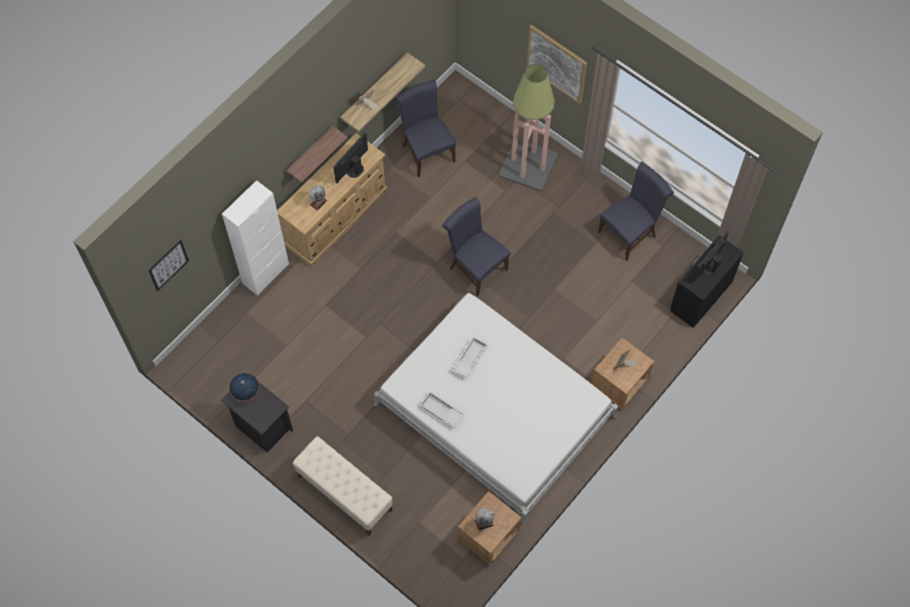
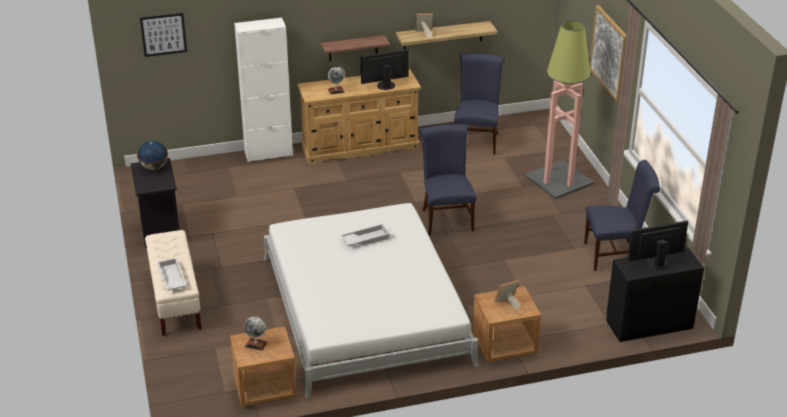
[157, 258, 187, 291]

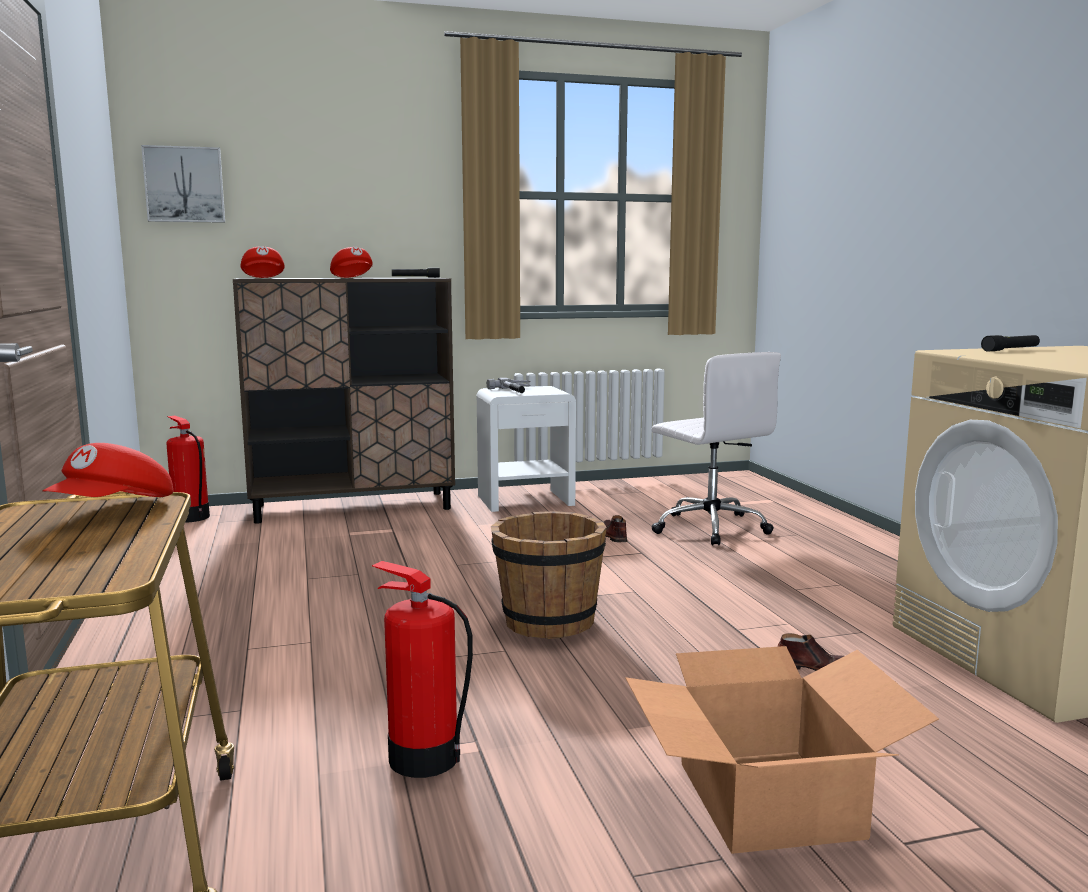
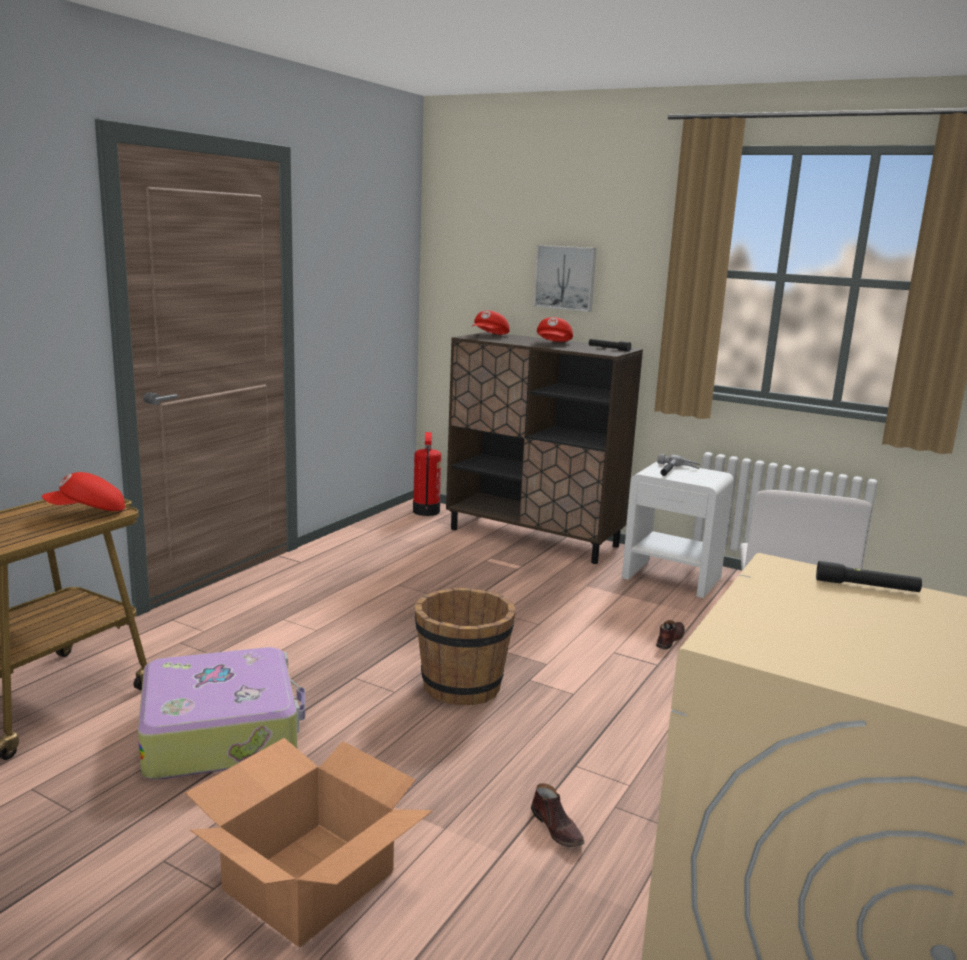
[534, 245, 597, 312]
[138, 647, 305, 780]

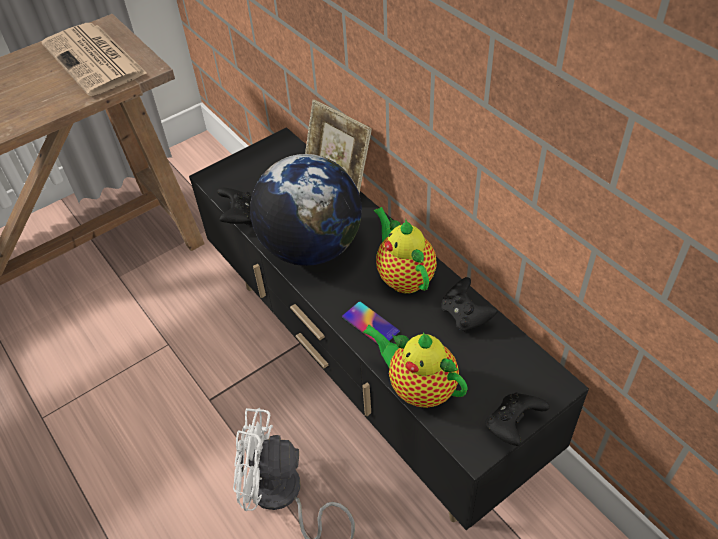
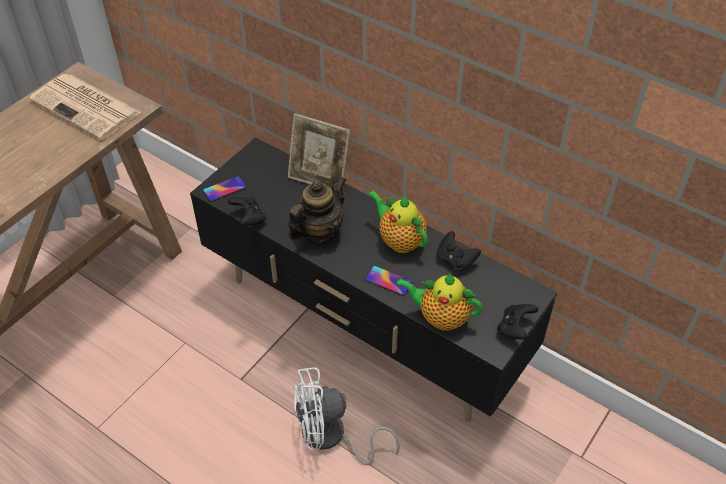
[288, 177, 347, 244]
[203, 176, 247, 202]

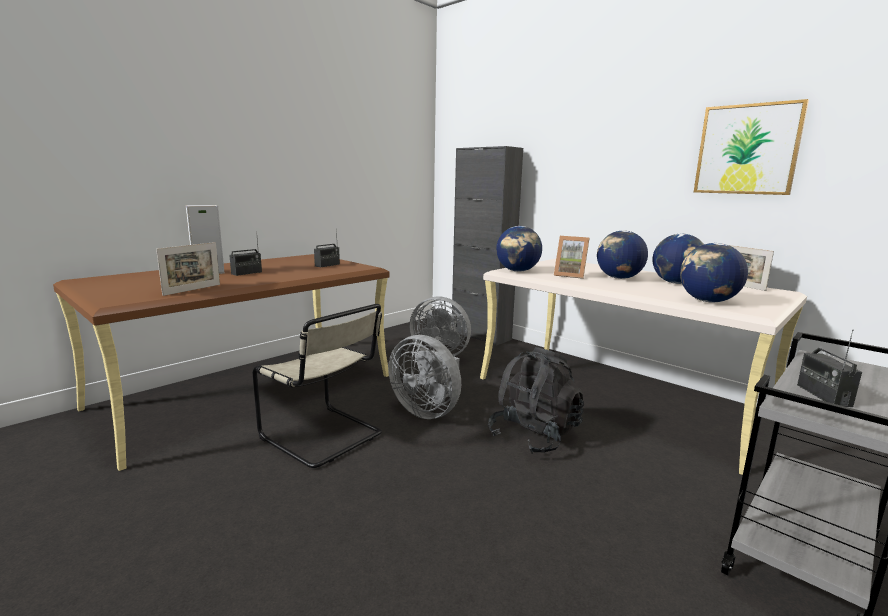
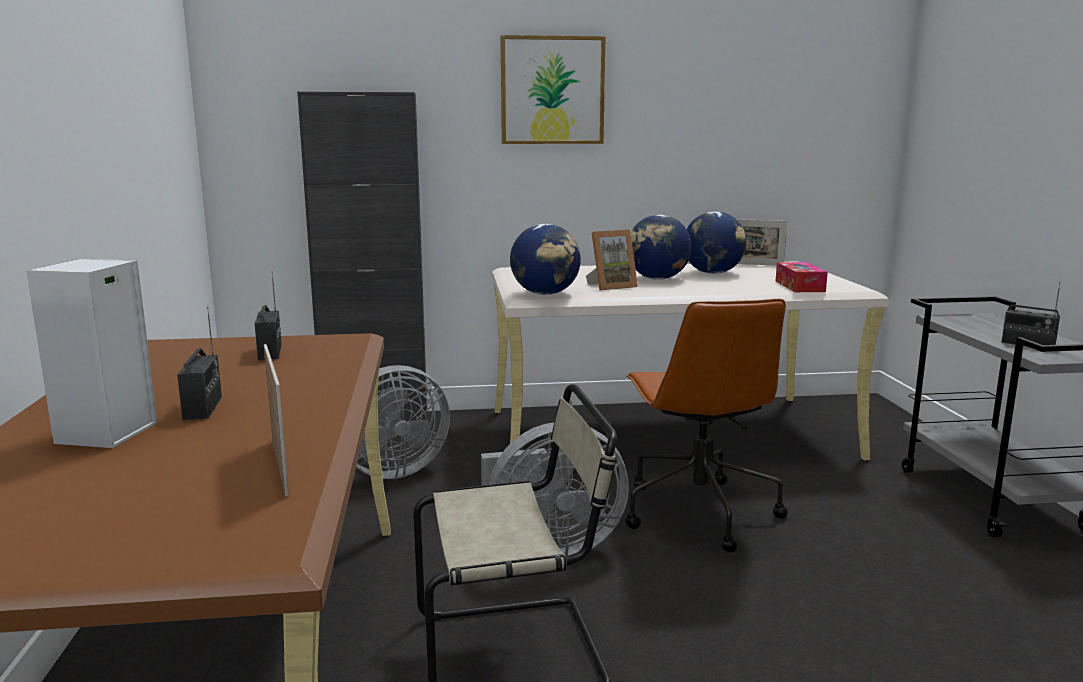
[501, 35, 606, 144]
[776, 262, 828, 292]
[625, 299, 788, 552]

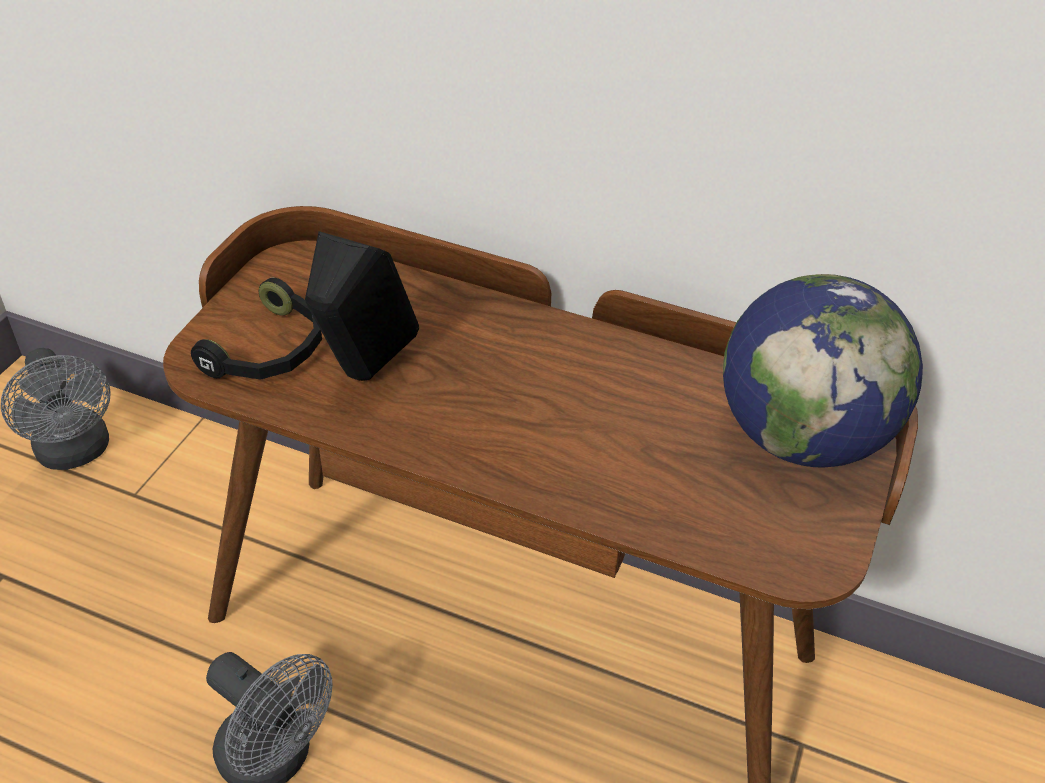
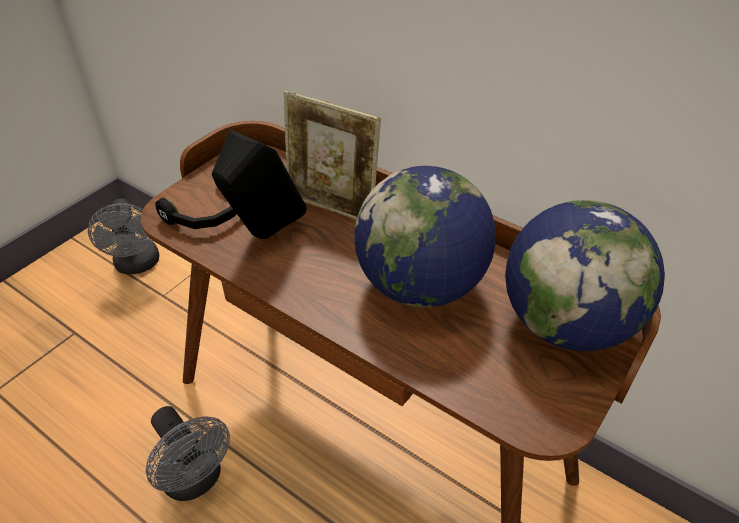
[284, 91, 381, 219]
[354, 166, 496, 307]

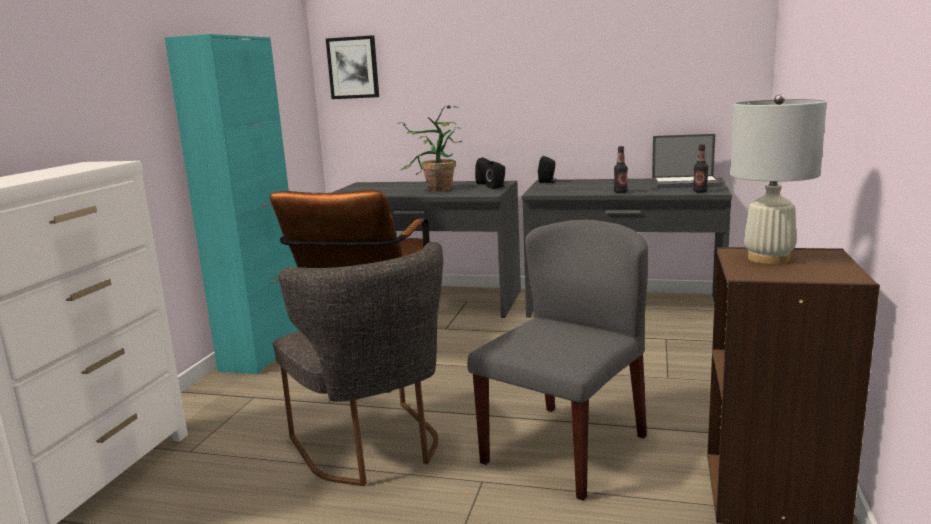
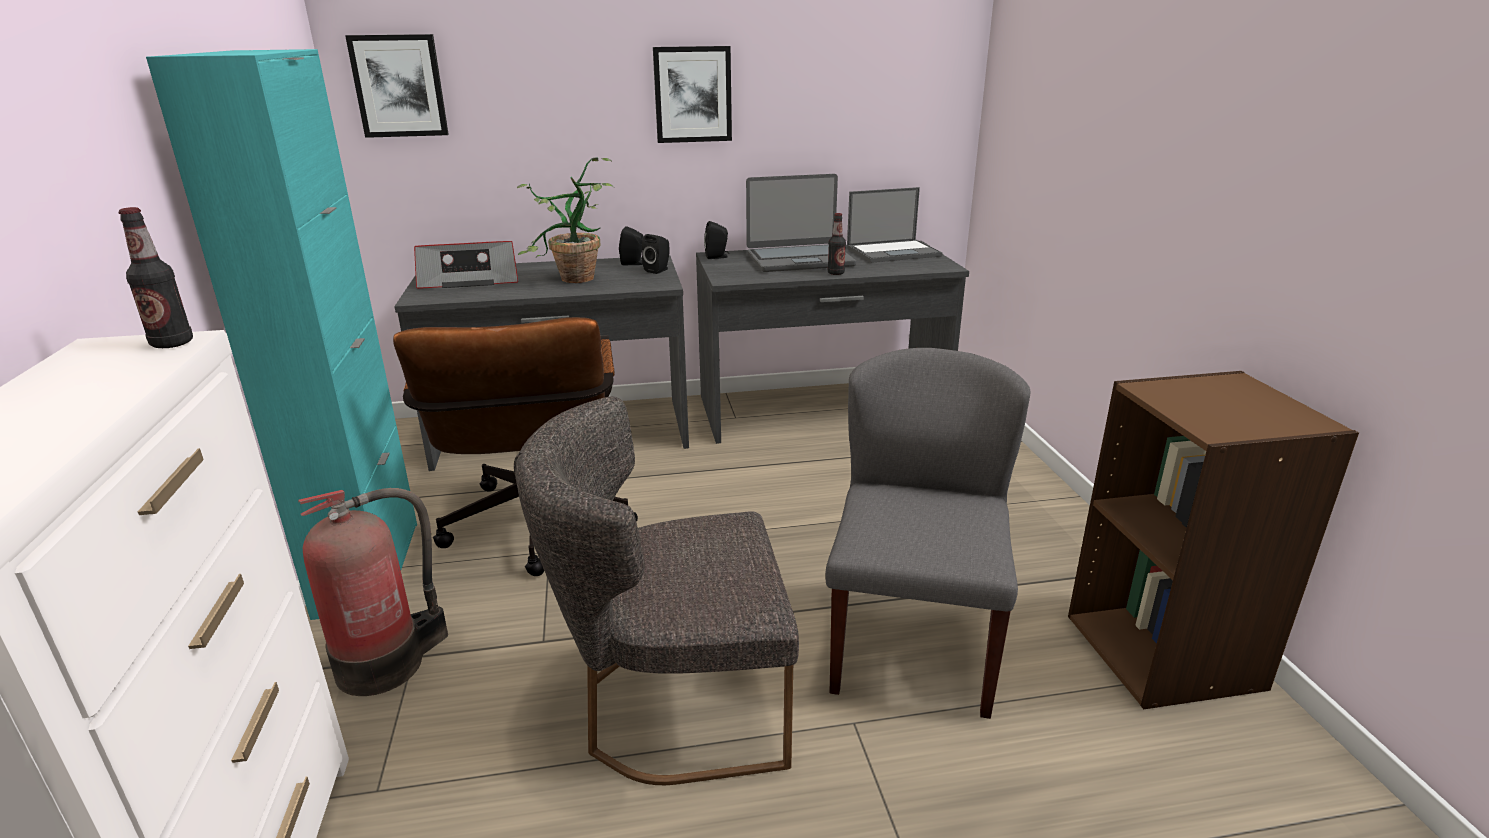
[730, 95, 827, 264] (first image)
[118, 207, 193, 348]
[514, 396, 799, 785]
[653, 46, 732, 143]
[746, 174, 856, 272]
[414, 241, 518, 289]
[298, 488, 448, 696]

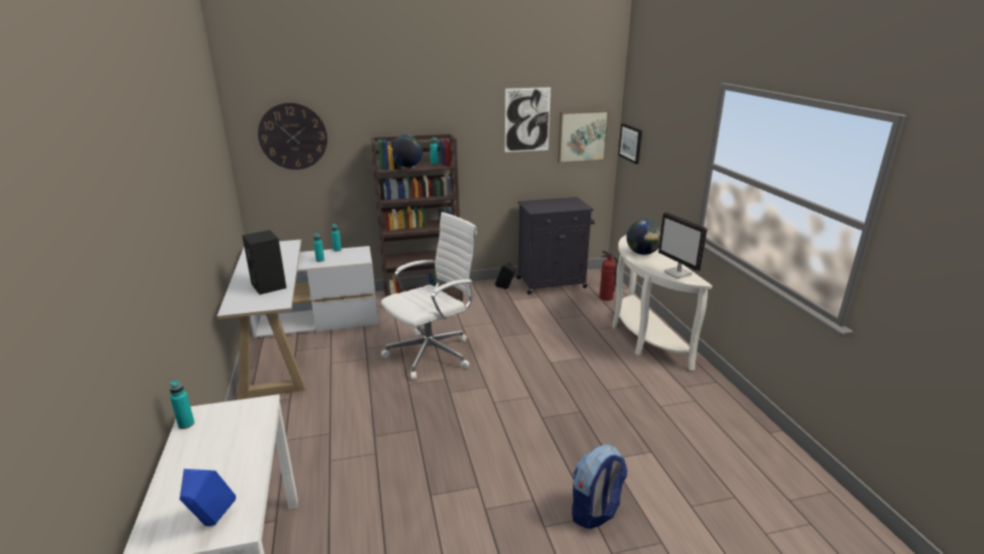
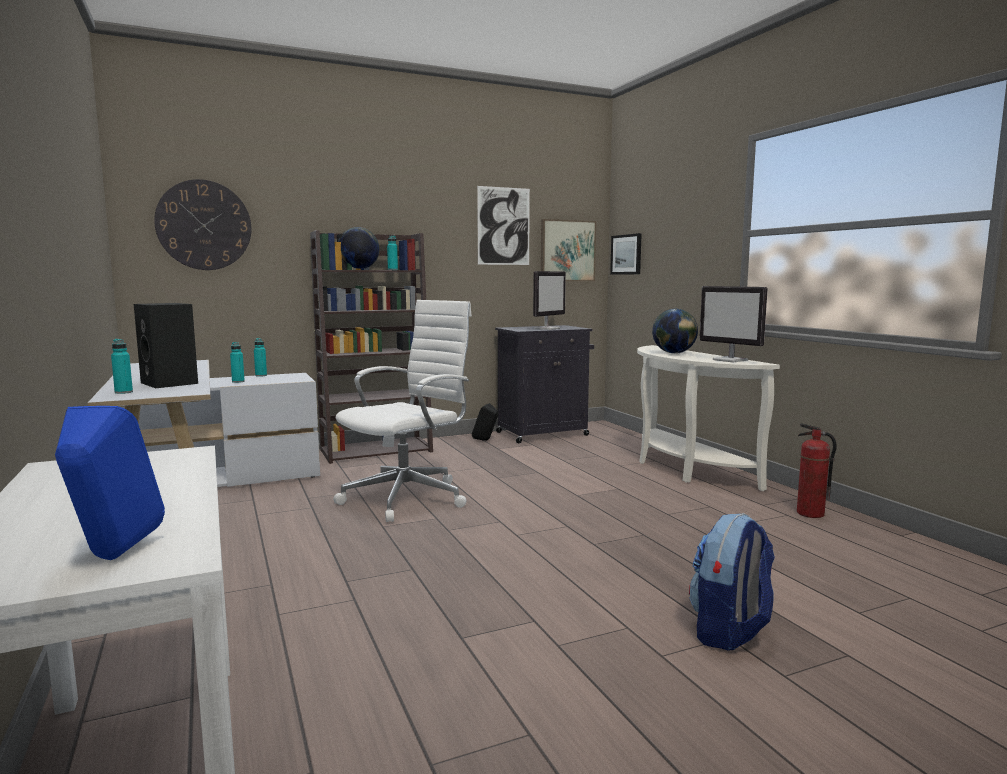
[797, 423, 836, 518]
[111, 339, 133, 394]
[533, 271, 566, 330]

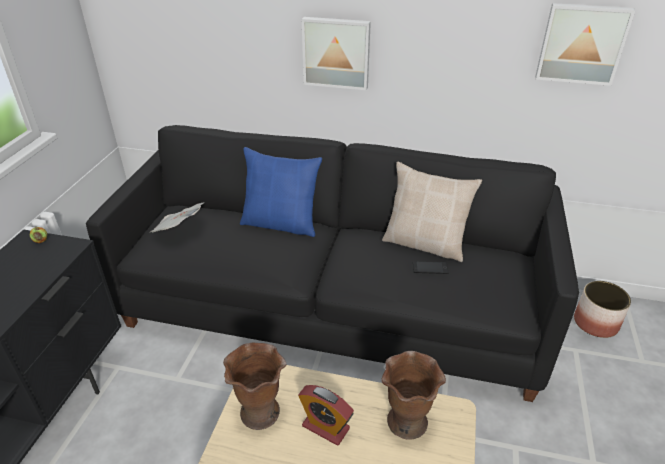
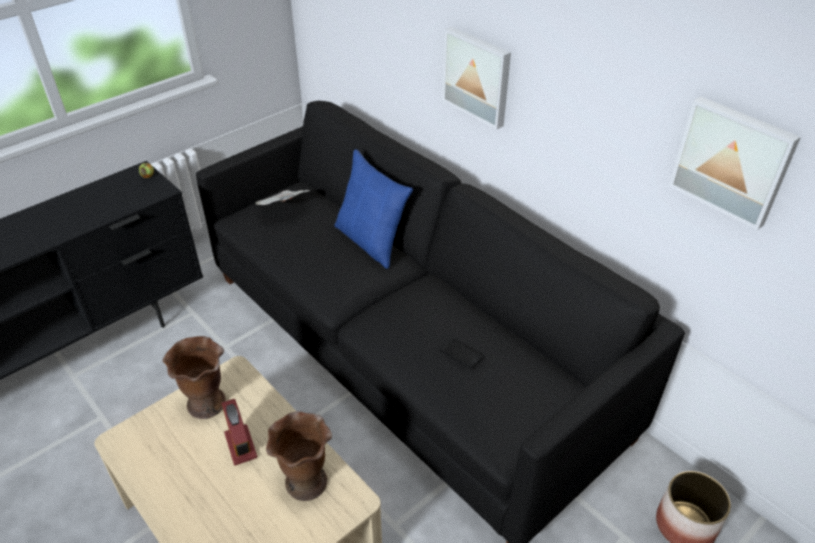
[382, 162, 482, 262] (first image)

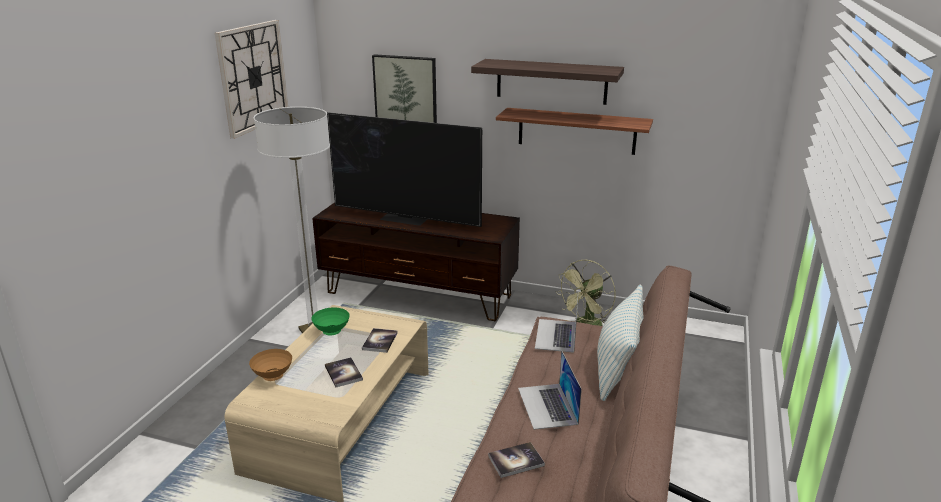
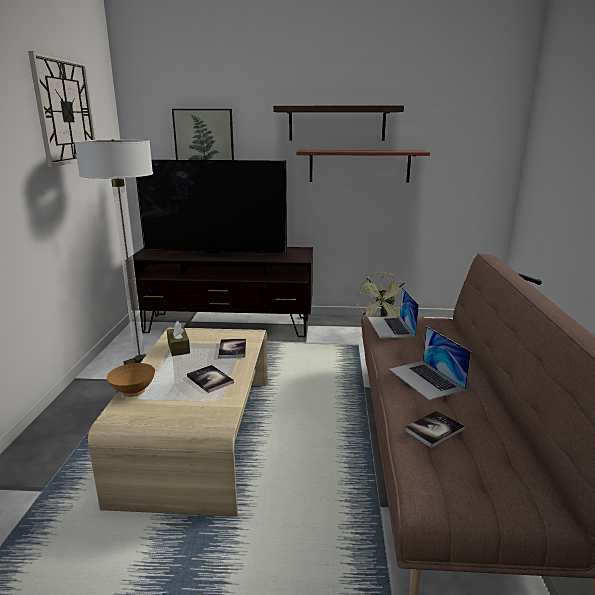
[597, 285, 644, 401] (first image)
[167, 321, 190, 356]

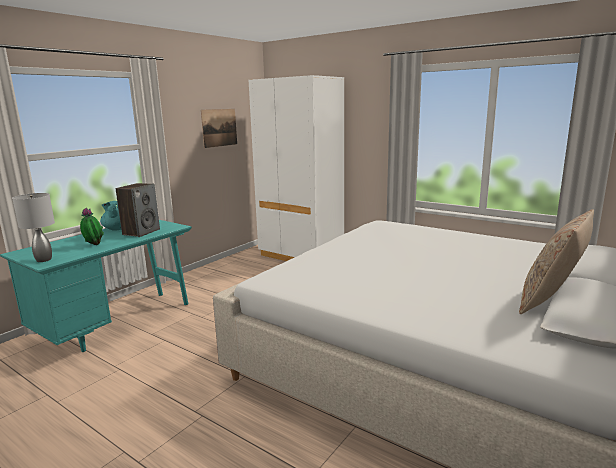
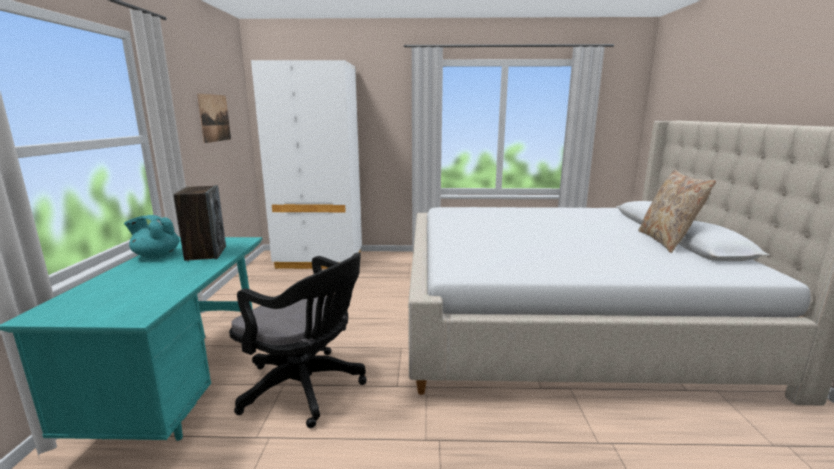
[12, 193, 55, 262] (first image)
[80, 208, 104, 245] (first image)
[229, 252, 367, 428]

